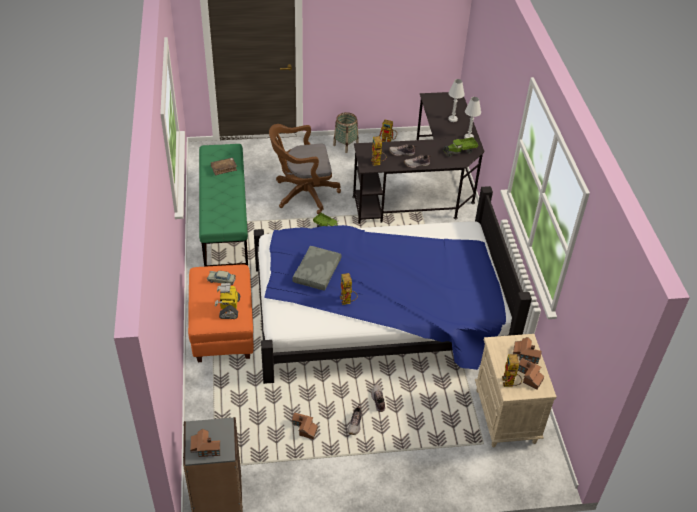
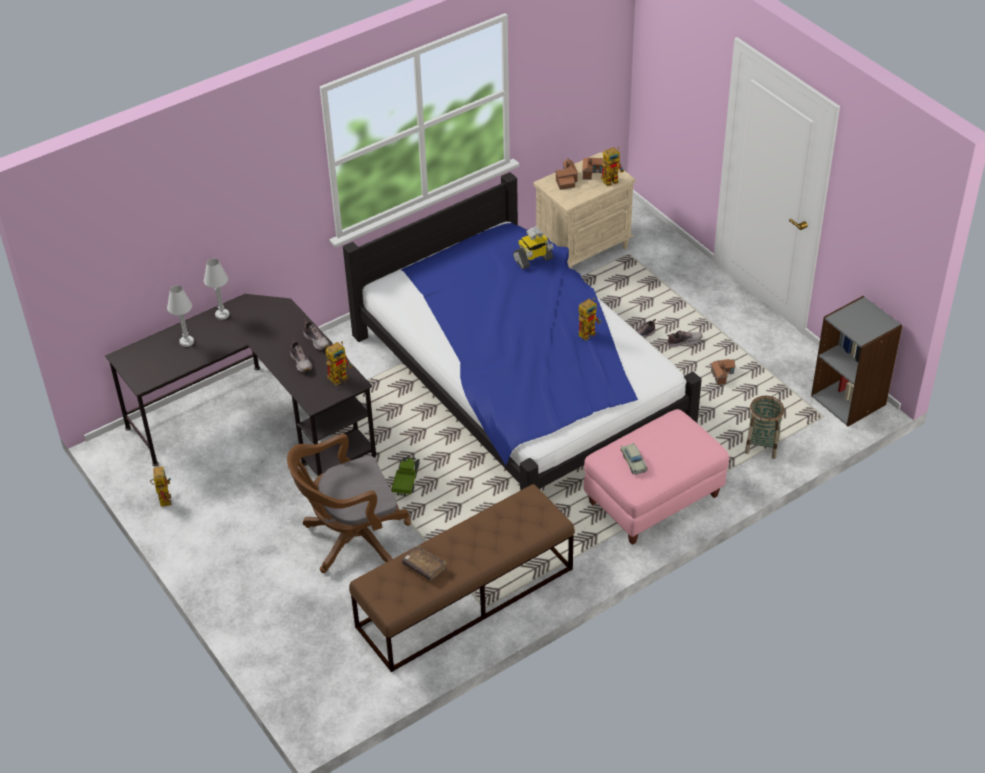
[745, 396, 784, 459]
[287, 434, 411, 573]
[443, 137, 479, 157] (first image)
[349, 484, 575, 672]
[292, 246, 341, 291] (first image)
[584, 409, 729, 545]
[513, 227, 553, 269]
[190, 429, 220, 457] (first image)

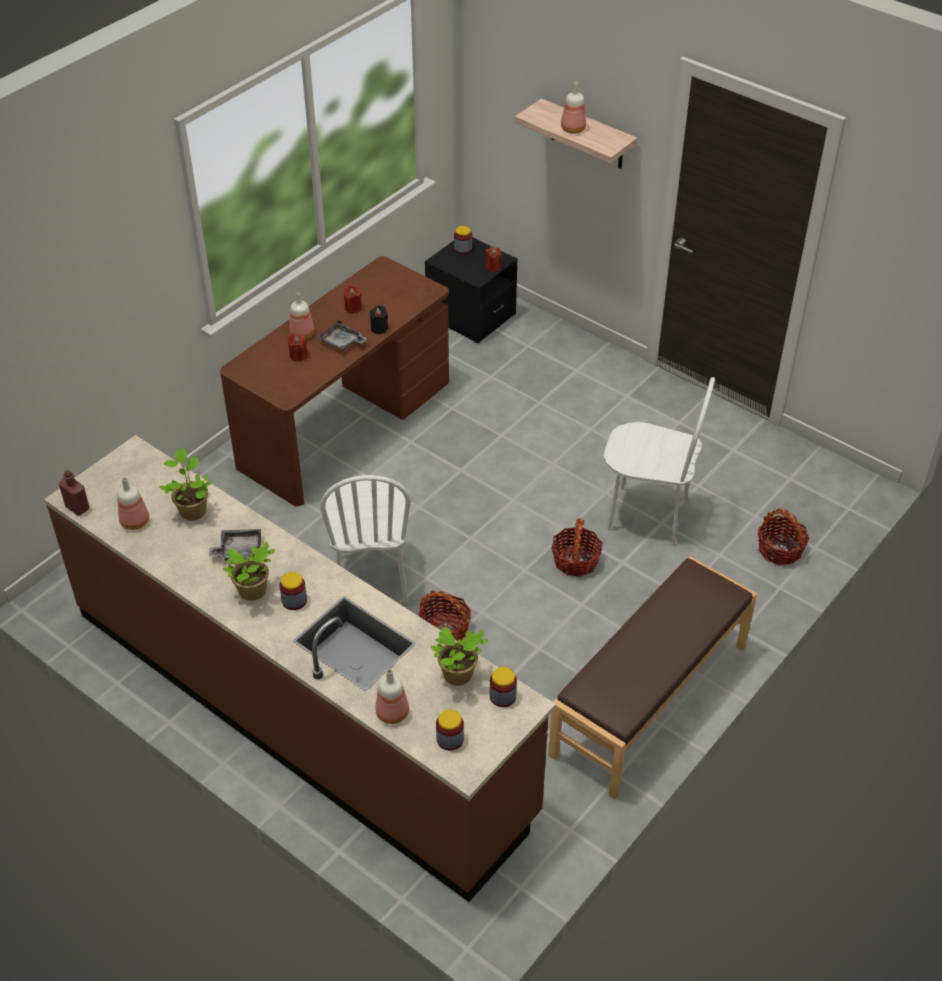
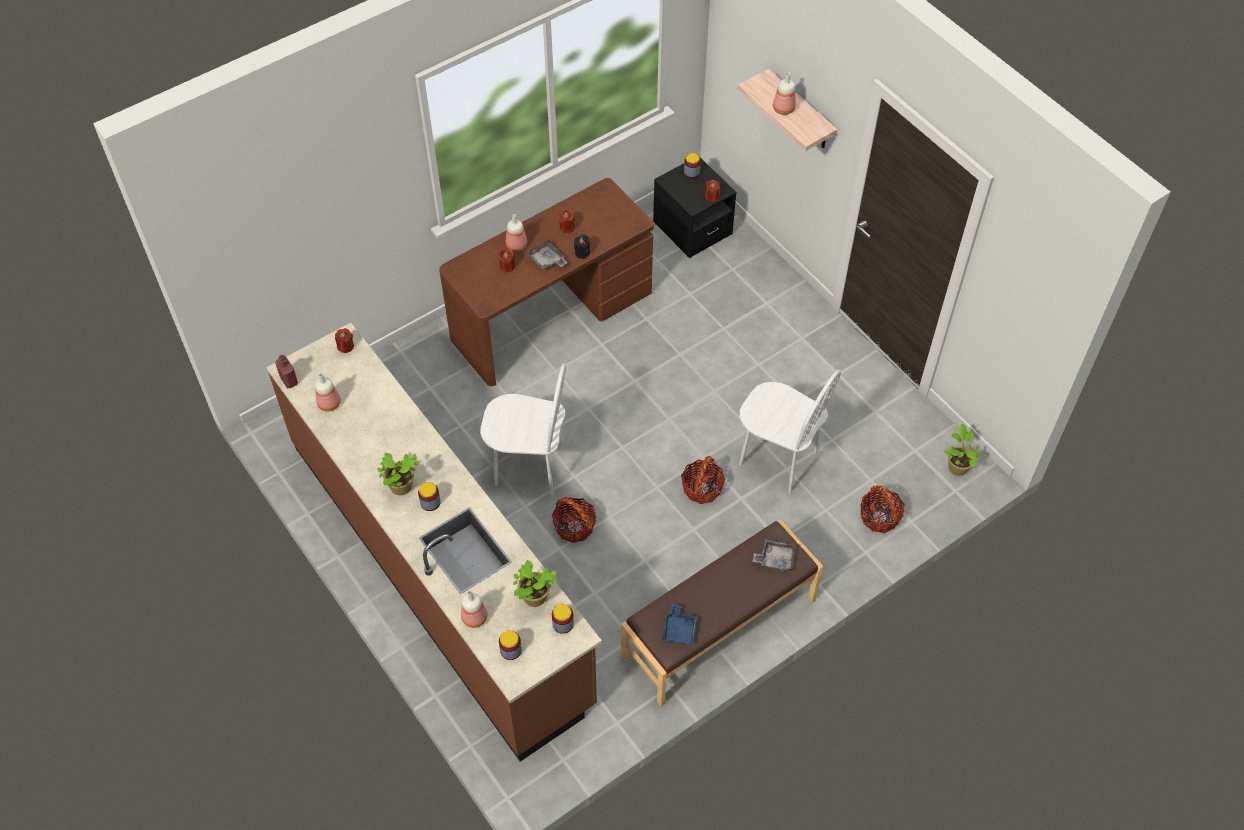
[944, 424, 981, 476]
[480, 363, 566, 495]
[753, 539, 796, 571]
[335, 328, 354, 353]
[662, 604, 698, 646]

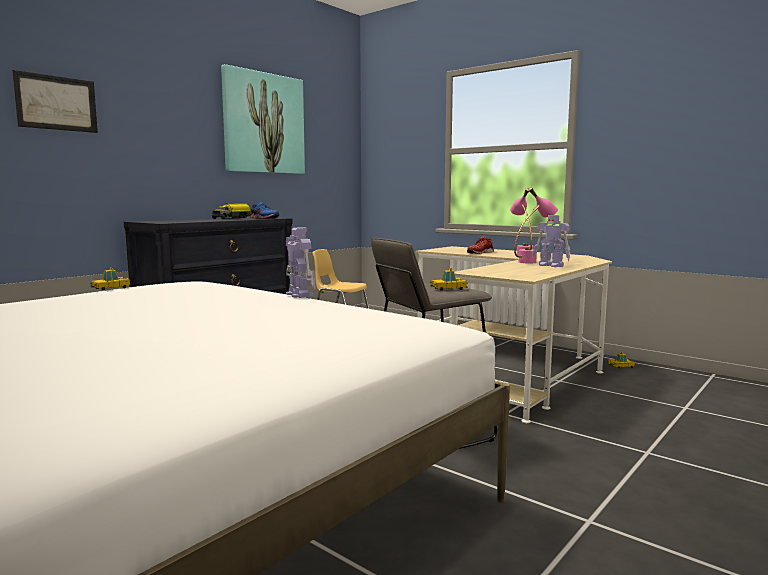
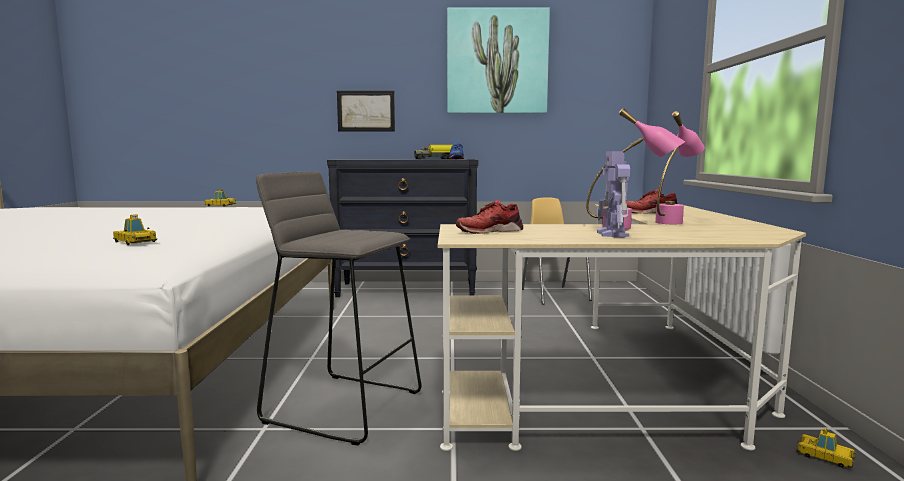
[337, 91, 395, 131]
[286, 228, 316, 298] (first image)
[113, 214, 157, 245]
[456, 200, 523, 234]

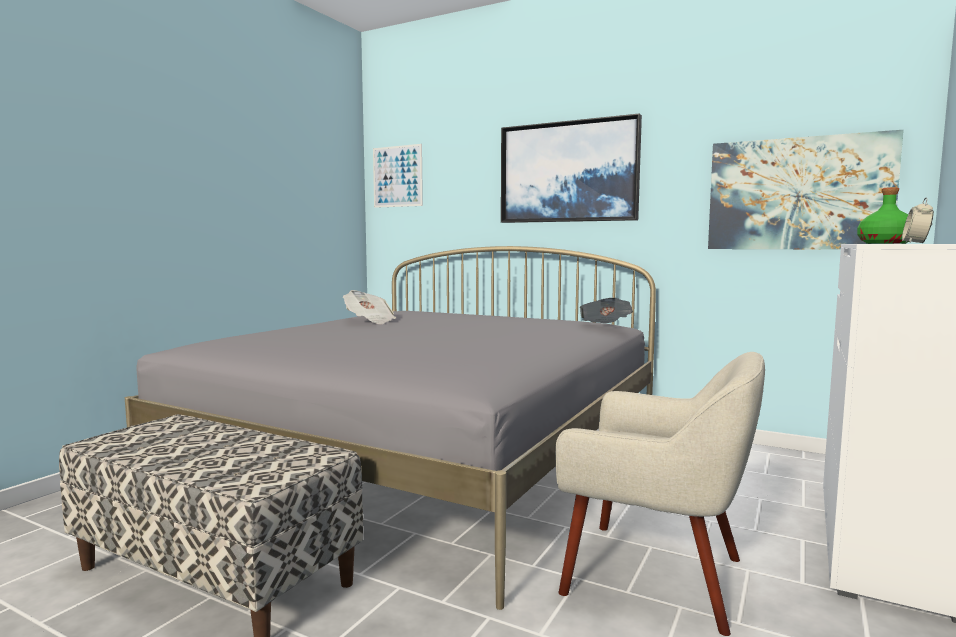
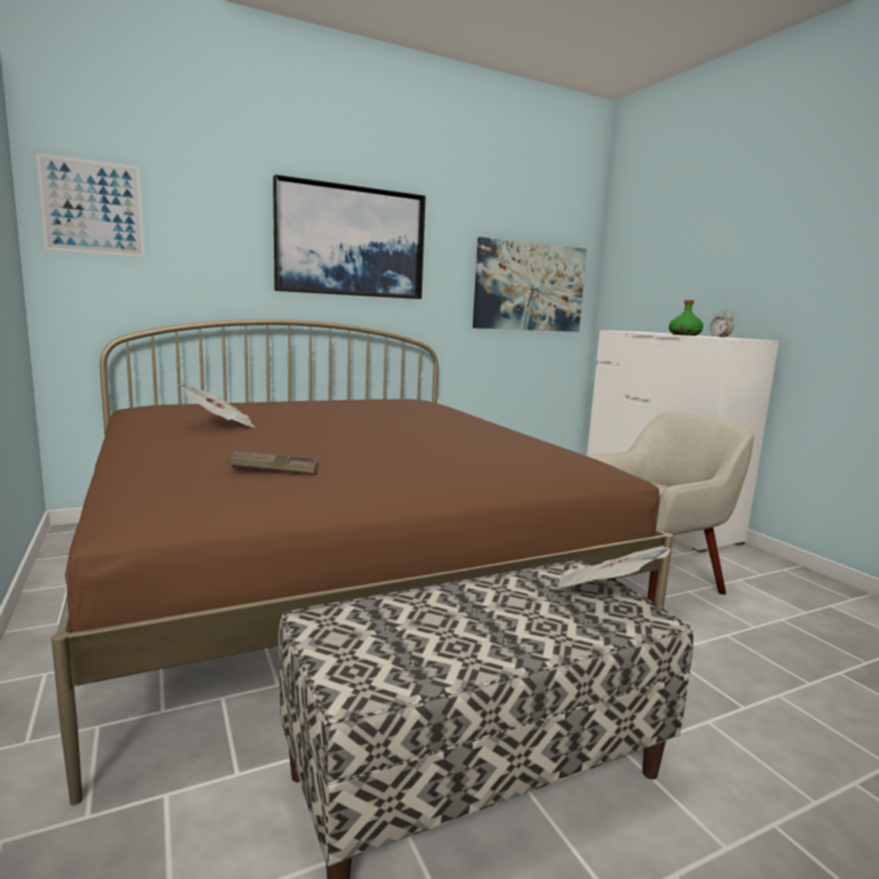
[51, 319, 674, 805]
[553, 545, 671, 589]
[227, 450, 317, 473]

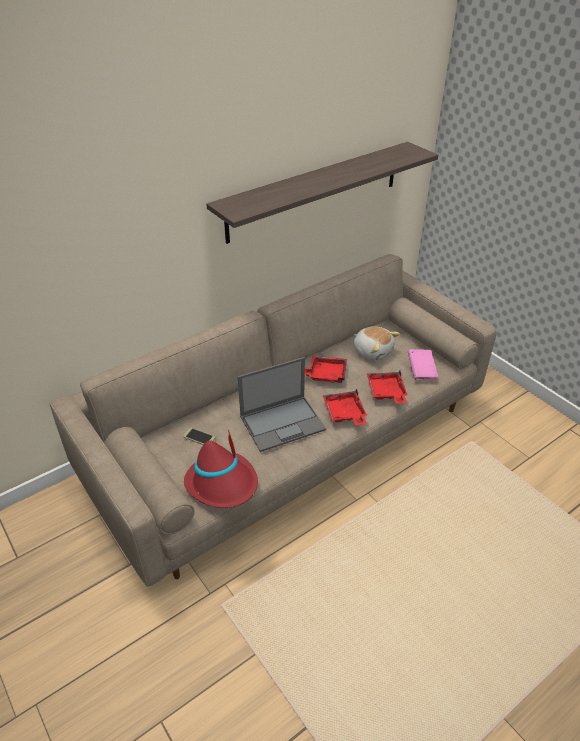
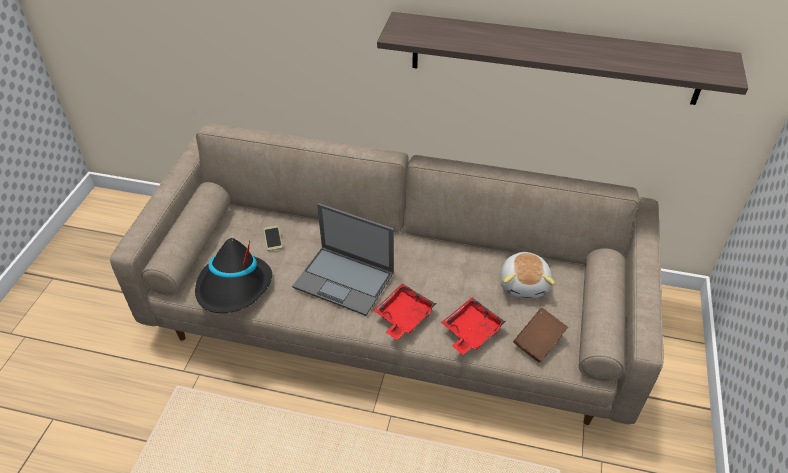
[513, 308, 568, 362]
[305, 355, 347, 383] (first image)
[195, 238, 272, 313]

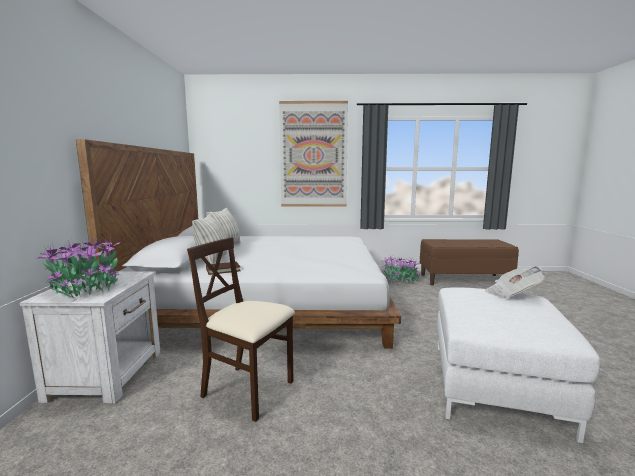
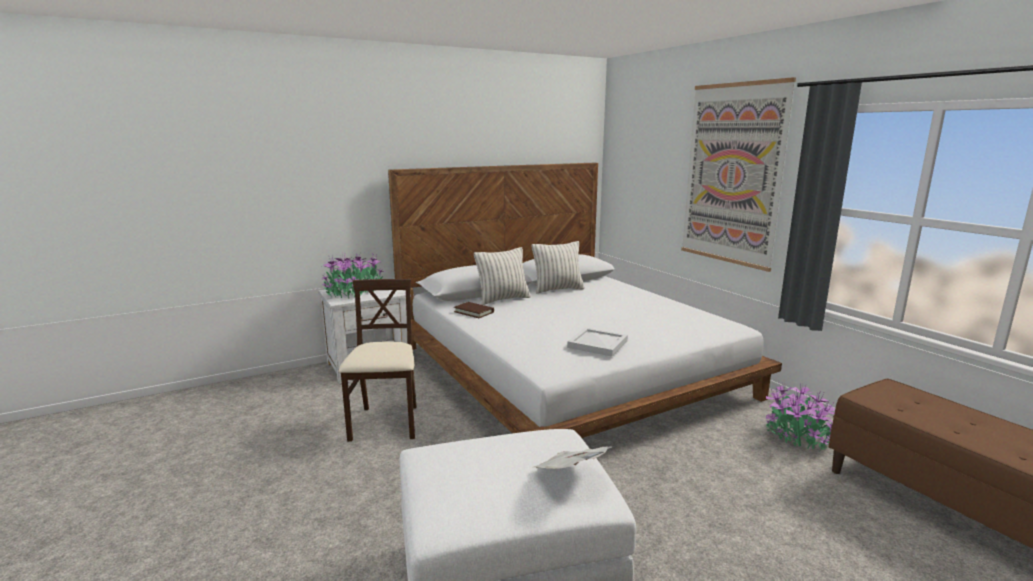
[567, 327, 628, 356]

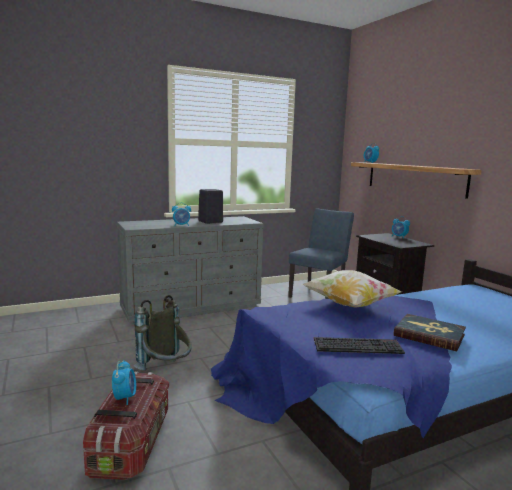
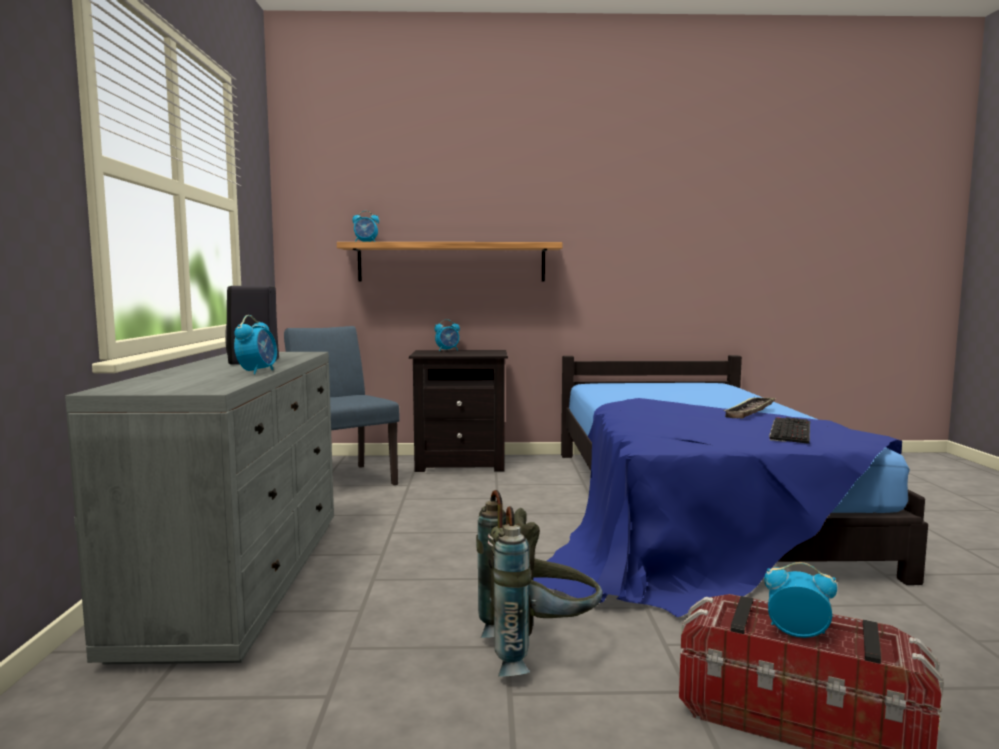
[302, 270, 402, 307] (first image)
[723, 397, 776, 419]

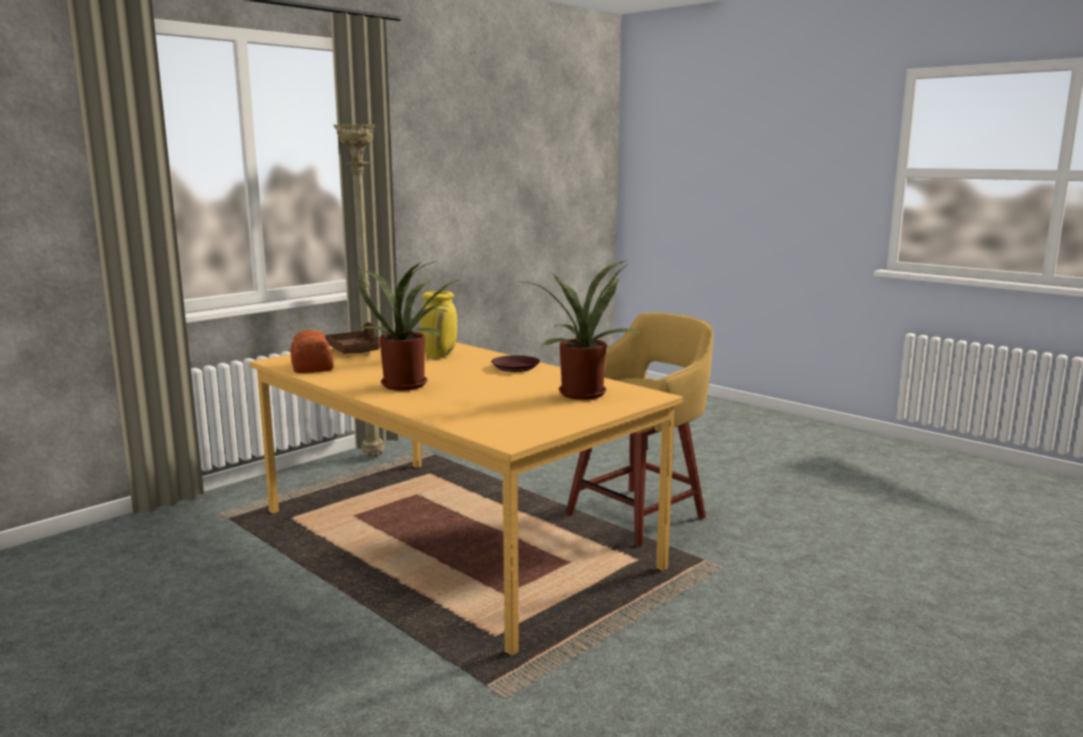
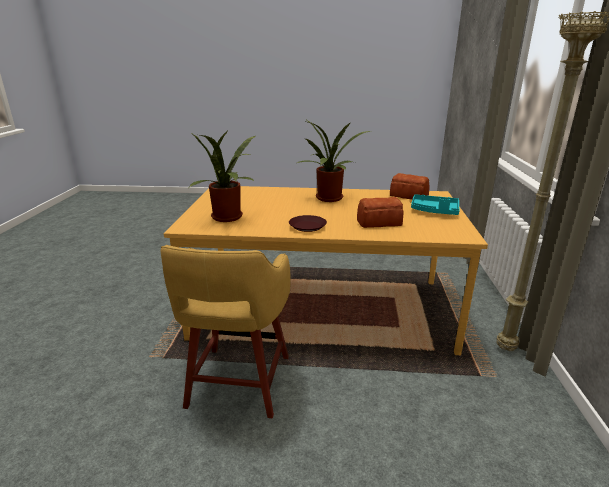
[357, 197, 404, 228]
[411, 194, 459, 215]

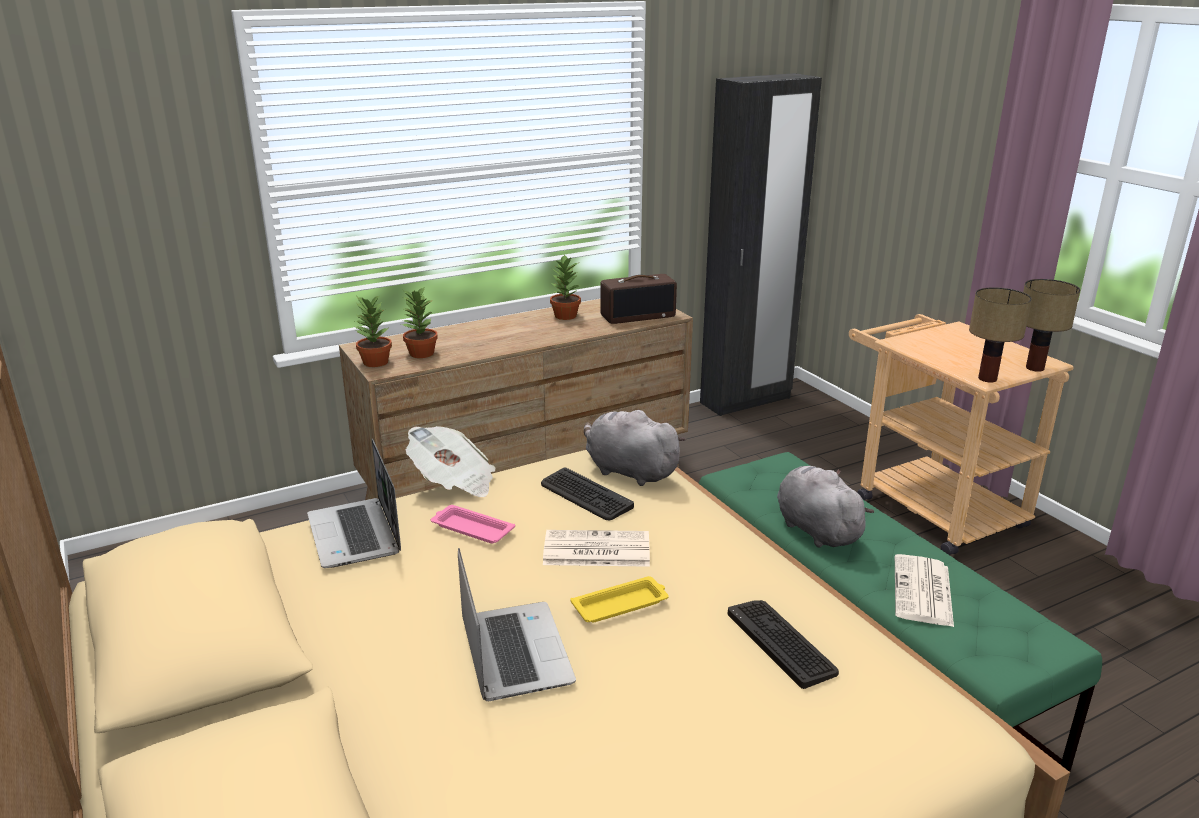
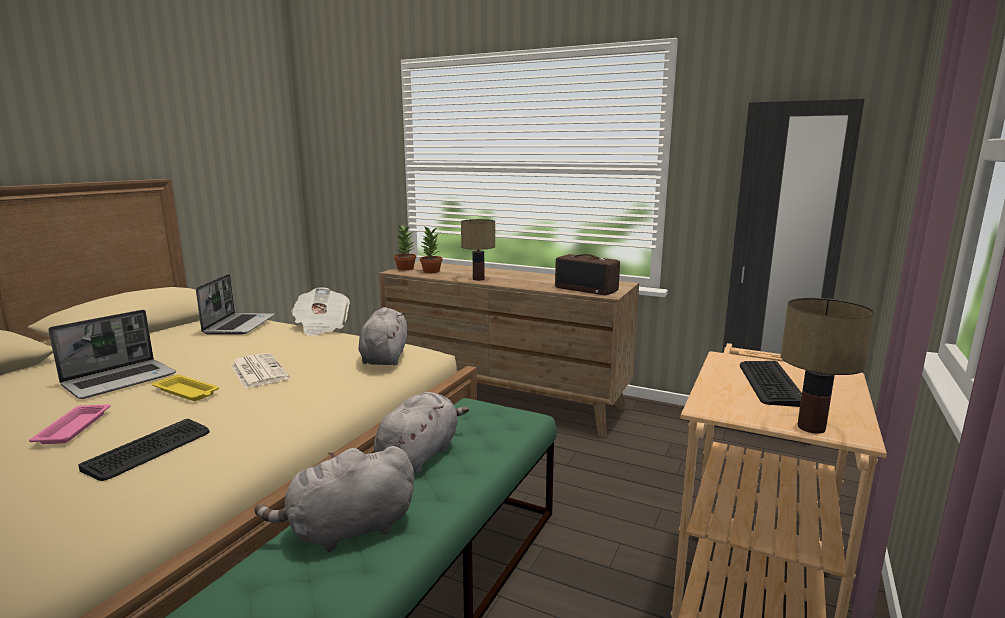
[550, 254, 581, 320] (first image)
[461, 219, 495, 281]
[196, 274, 275, 334]
[740, 361, 802, 407]
[29, 404, 110, 444]
[255, 446, 414, 552]

